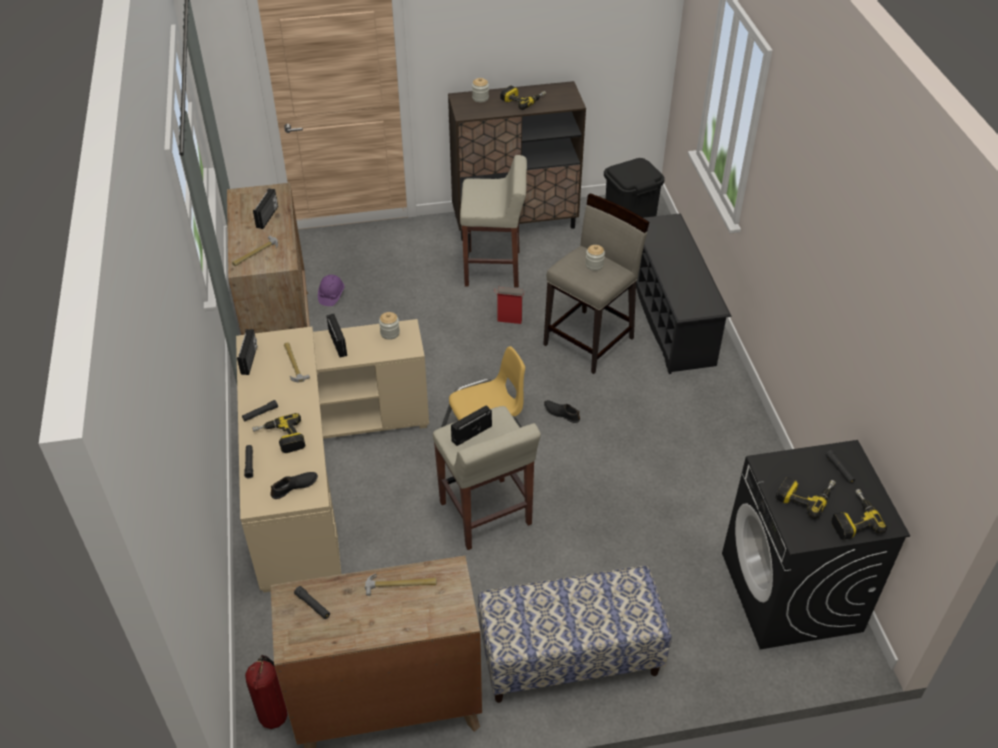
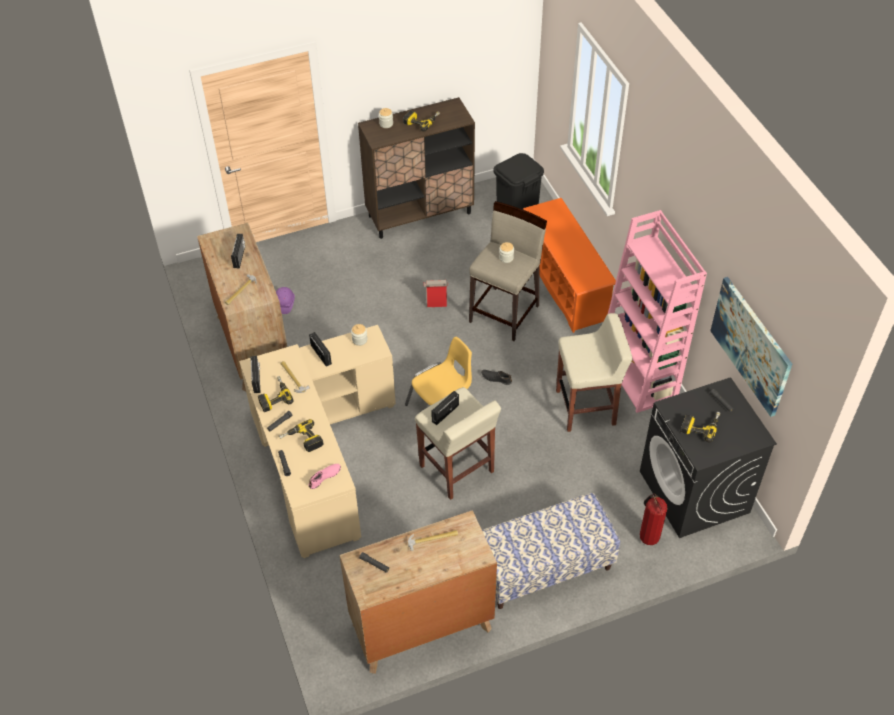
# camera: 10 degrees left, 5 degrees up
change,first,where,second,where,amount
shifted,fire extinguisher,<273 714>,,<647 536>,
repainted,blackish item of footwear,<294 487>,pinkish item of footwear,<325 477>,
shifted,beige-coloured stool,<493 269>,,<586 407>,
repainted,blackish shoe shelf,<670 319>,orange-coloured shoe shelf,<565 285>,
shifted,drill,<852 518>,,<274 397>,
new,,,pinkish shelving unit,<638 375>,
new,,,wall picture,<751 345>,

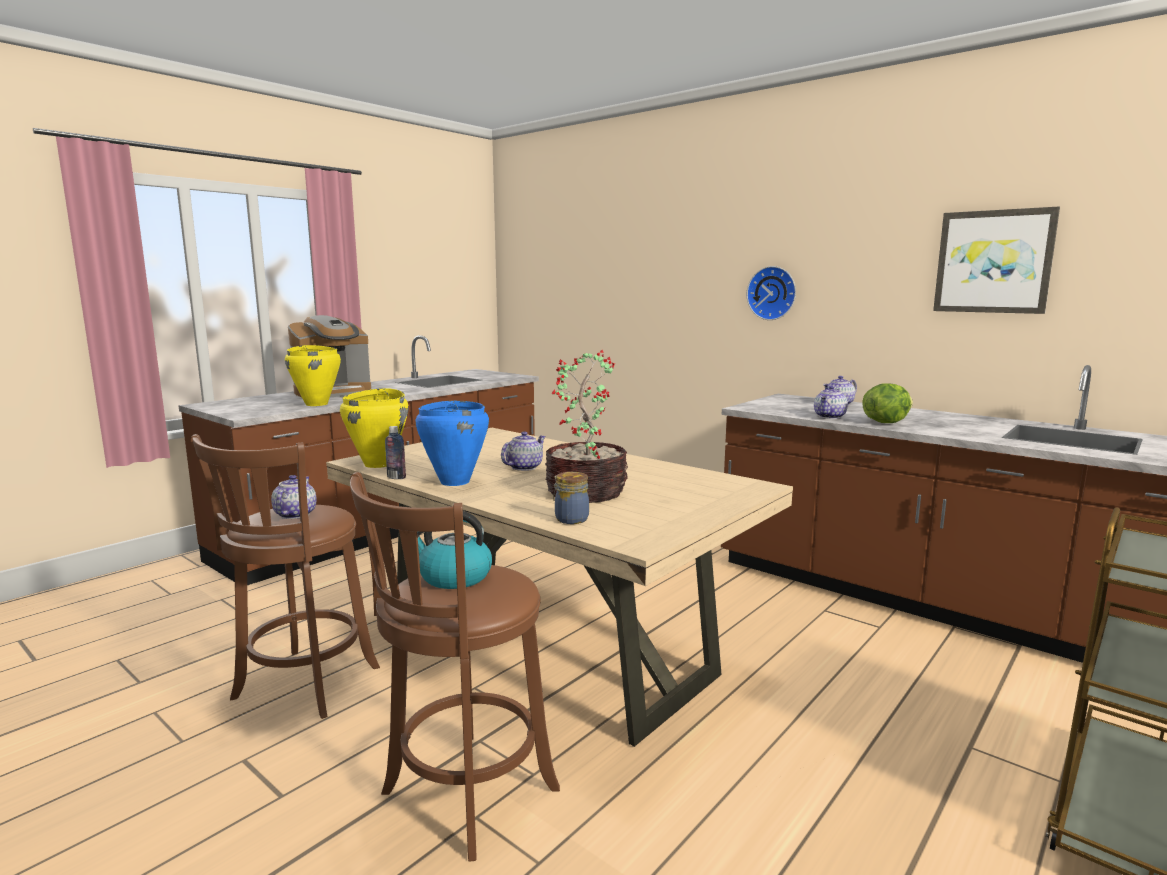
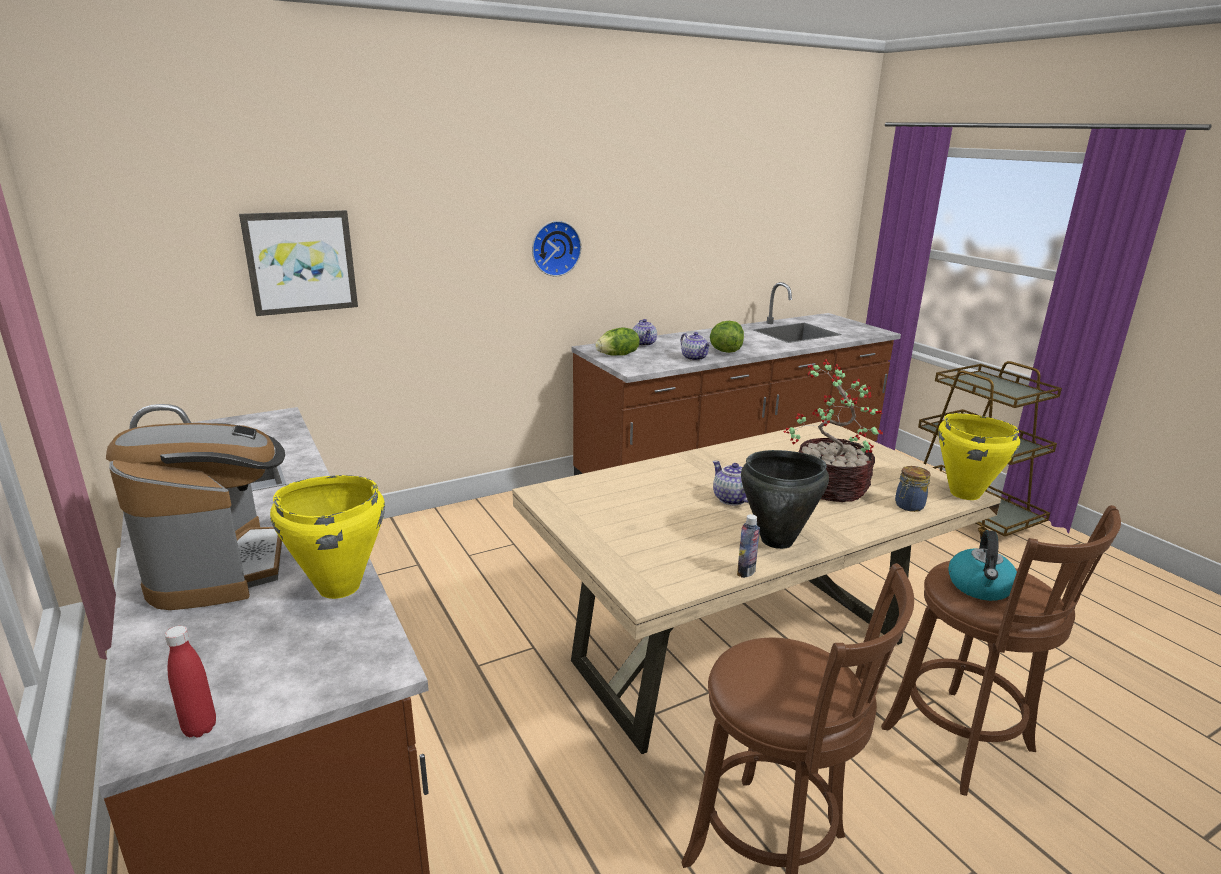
# camera: 70 degrees left, 10 degrees up
change,first,where,second,where,amount
gone,teapot,<294 514>,,,
shifted,yellow saucepot,<379 464>,,<964 493>,
repainted,blue saucepot,<454 482>,blackish saucepot,<777 541>,
shifted,wall picture,<993 262>,,<301 262>,
new,,,red-coloured beverage bottle,<200 728>,
new,,,lettuce,<618 355>,

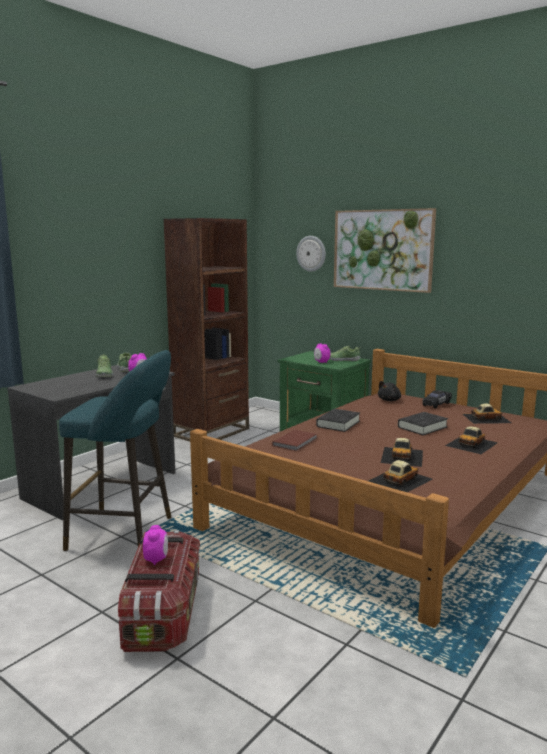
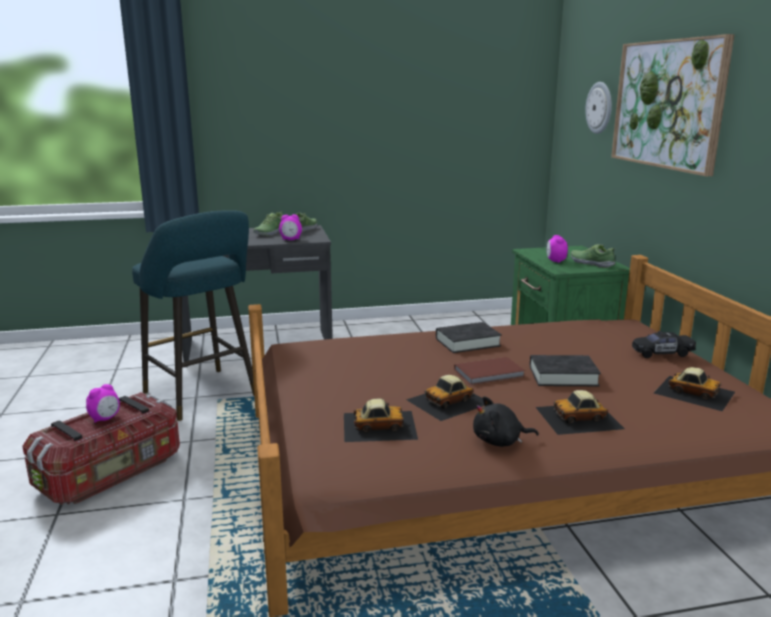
# camera: 40 degrees right, 5 degrees up
change,first,where,second,where,amount
gone,brown shelving unit,<211 432>,,,
shifted,brown bound book,<296 442>,,<490 374>,
shifted,blackish plush toy,<390 400>,,<500 441>,

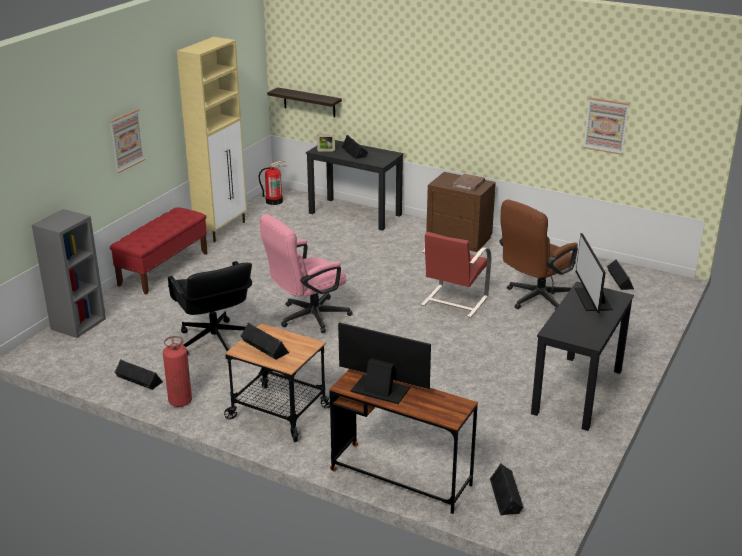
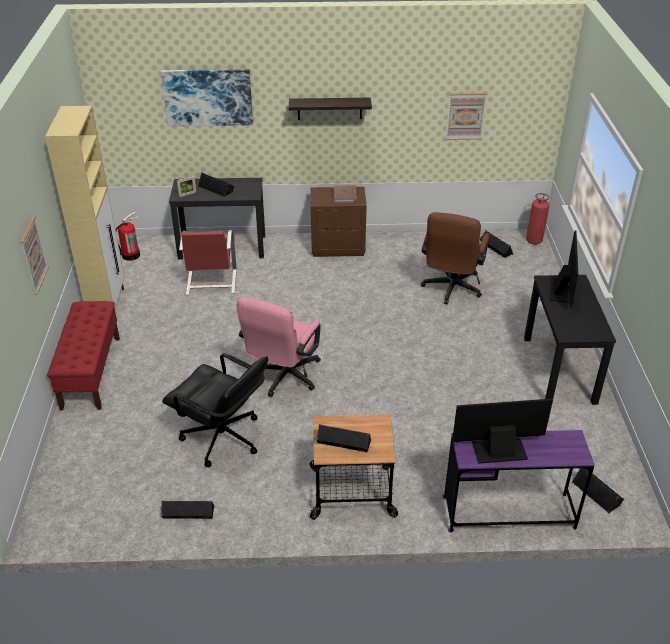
# camera: 30 degrees left, 10 degrees up
change,first,where,second,where,amount
gone,greyish shelving unit,<78 323>,,,
shifted,fire extinguisher,<180 401>,,<534 240>,
shifted,wall shelf,<309 102>,,<329 108>,
repainted,brown desk unit,<401 478>,purplish desk unit,<508 513>,
shifted,red-coloured chair,<453 301>,,<211 283>,
rotated,computer screen,<592 299>,,<562 290>,135 degrees counterclockwise
new,,,wall picture,<208 97>,

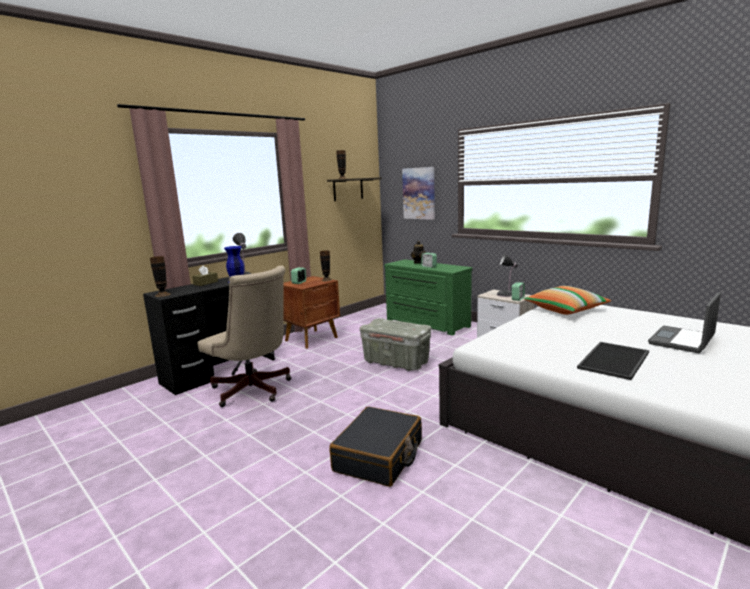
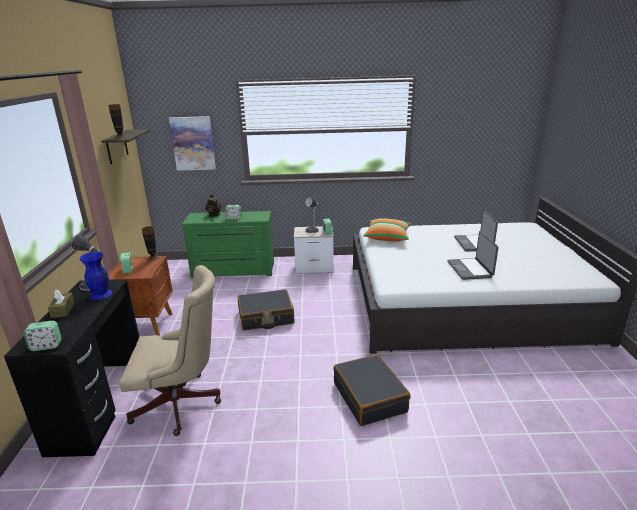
# camera: 45 degrees left, 10 degrees up
change,first,where,second,where,amount
swapped,vase,<163 294>,bedside clock,<46 346>,
swapped,greyish storage bin,<396 362>,blackish suitcase,<266 317>,
swapped,carrying tray,<615 361>,portable computer,<470 269>,

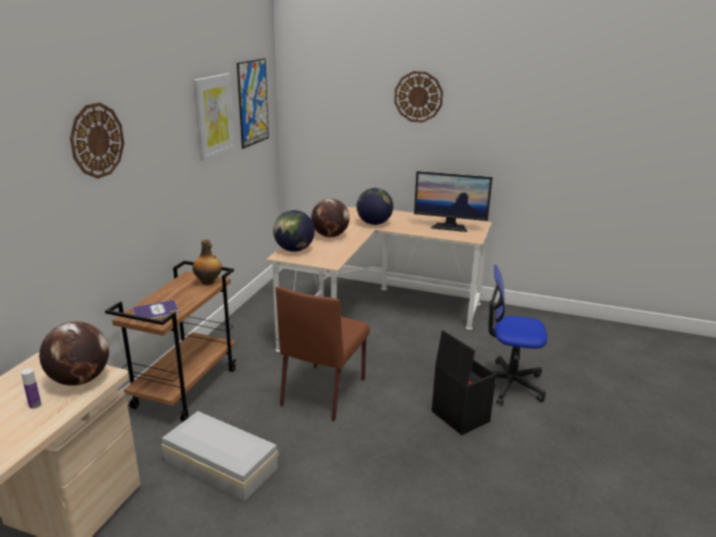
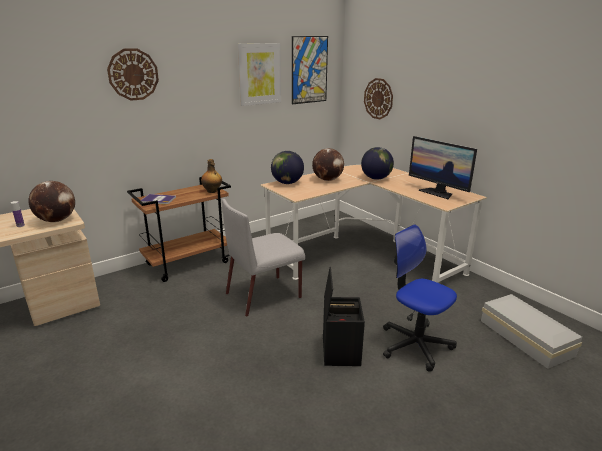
# camera: 35 degrees right, 0 degrees up
change,first,where,second,where,amount
shifted,whitish storage bin,<220 463>,,<525 336>,
repainted,brown chair,<324 391>,greyish chair,<264 295>,
shifted,clock on the wall,<418 97>,,<378 98>,

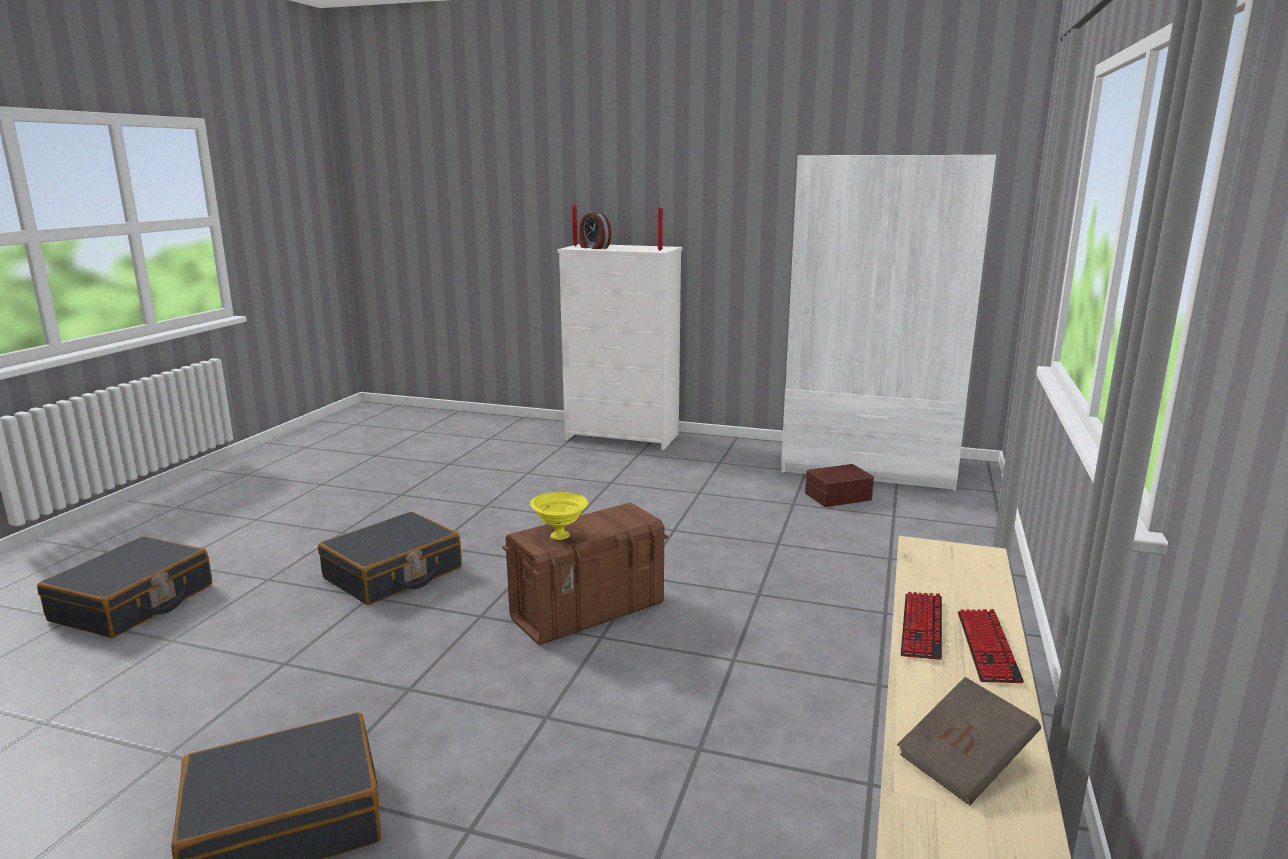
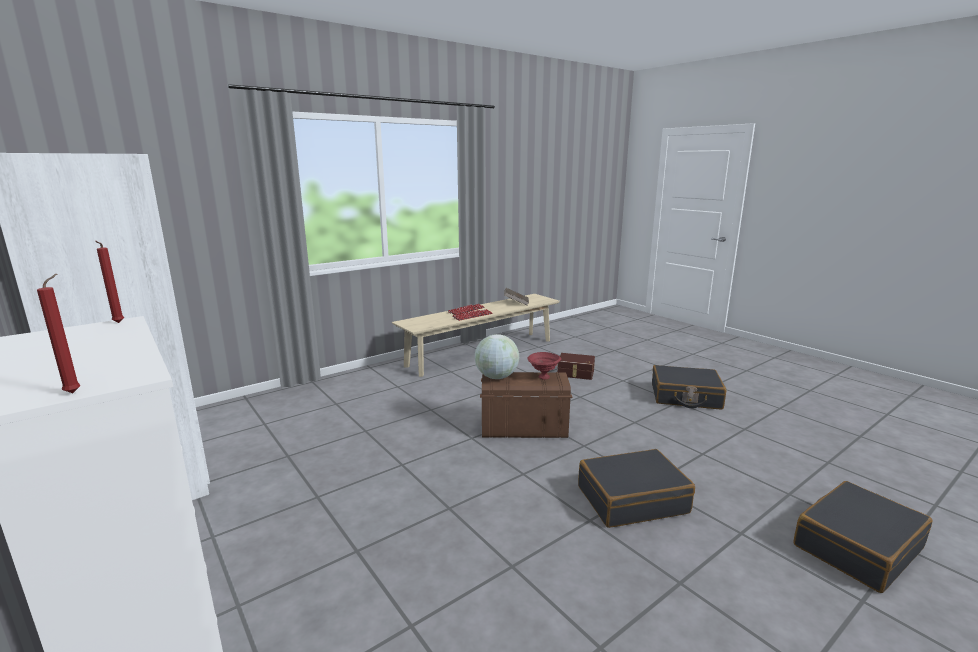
# camera: 145 degrees left, 0 degrees up
change,first,where,second,where,amount
repainted,yellow bowl,<560 535>,red-coloured bowl,<543 377>,
gone,bedside clock,<594 247>,,,
shifted,brown storage bin,<837 496>,,<575 373>,
new,,,world globe,<497 377>,

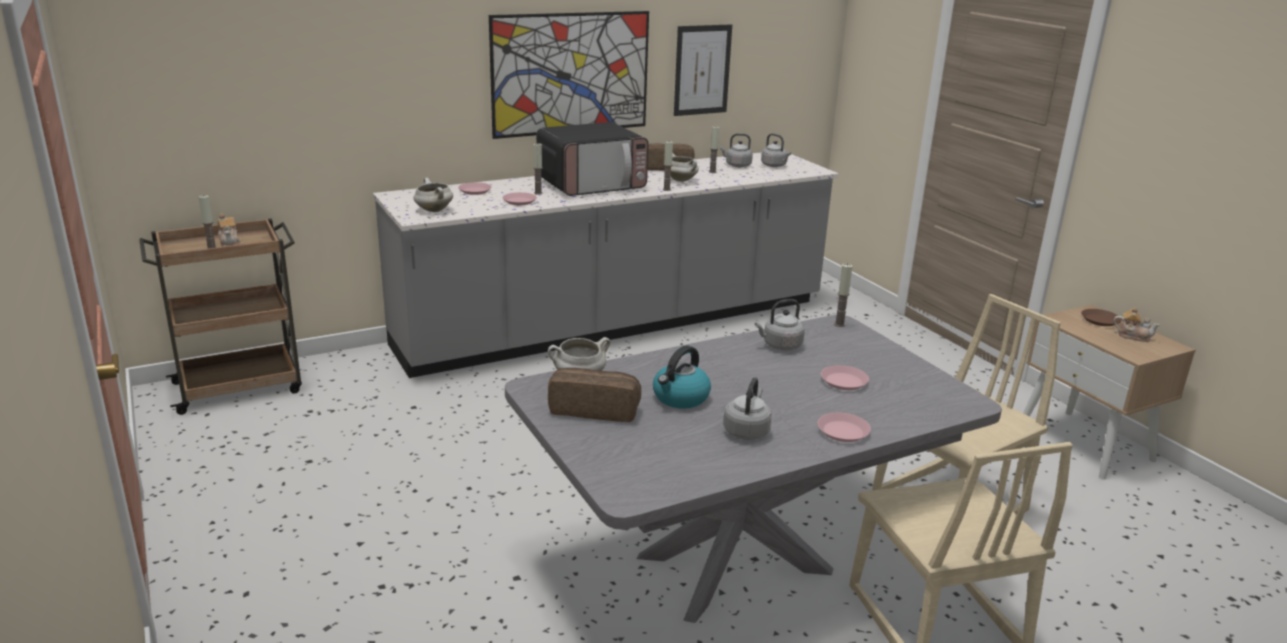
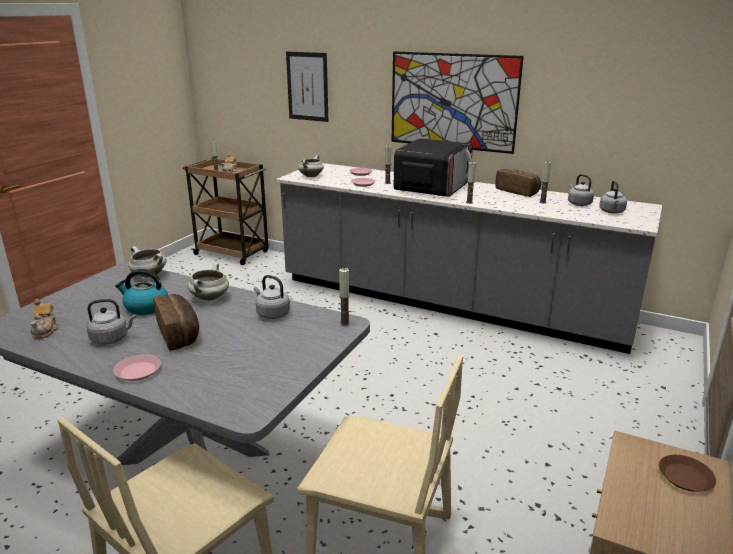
# camera: 55 degrees right, 0 degrees up
change,first,where,second,where,amount
rotated,microwave oven,<592 184>,,<433 187>,90 degrees counterclockwise
shifted,baked bread,<595 409>,,<180 333>,
shifted,whitish saucepot,<681 180>,,<210 298>,
shifted,wall picture,<702 70>,,<307 86>,
gone,pinkish plate,<843 382>,,,
shifted,teapot,<1133 336>,,<46 330>,

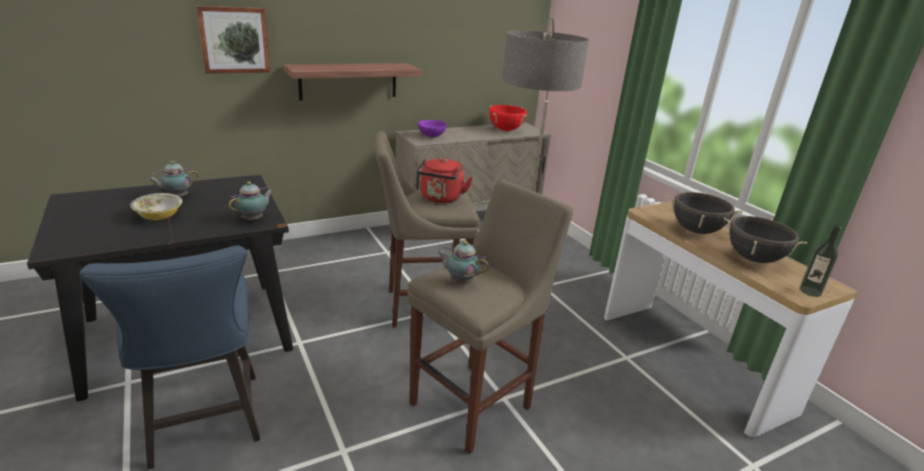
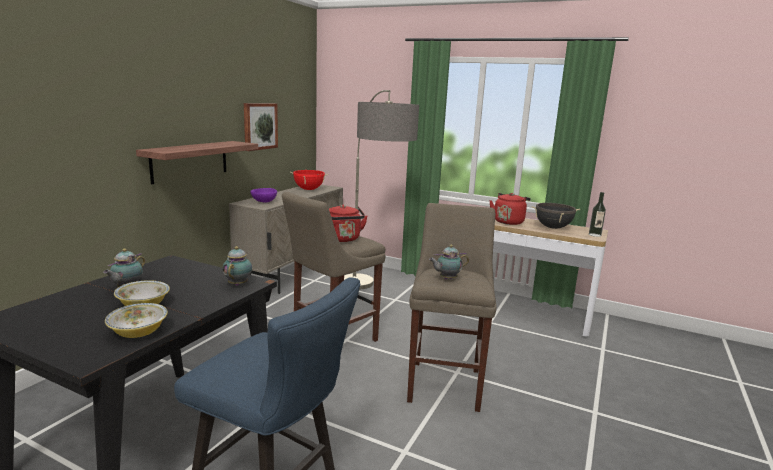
# camera: 35 degrees left, 10 degrees down
change,first,where,second,where,amount
shifted,wall picture,<234 40>,,<259 126>,
swapped,blackish saucepot,<696 231>,red-coloured tea kettle,<508 221>,
new,,,bowl,<138 332>,

